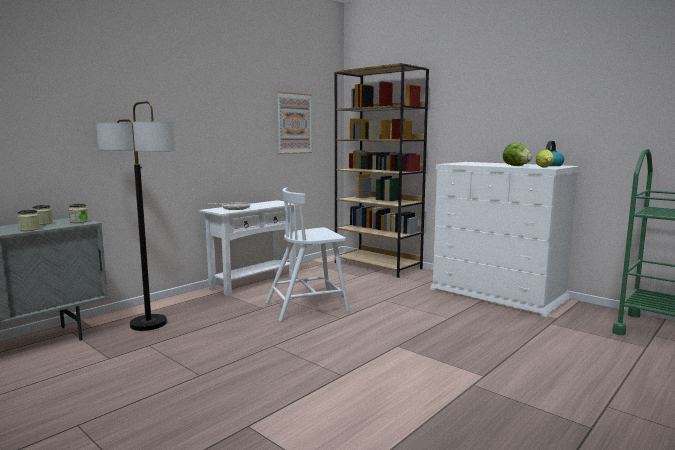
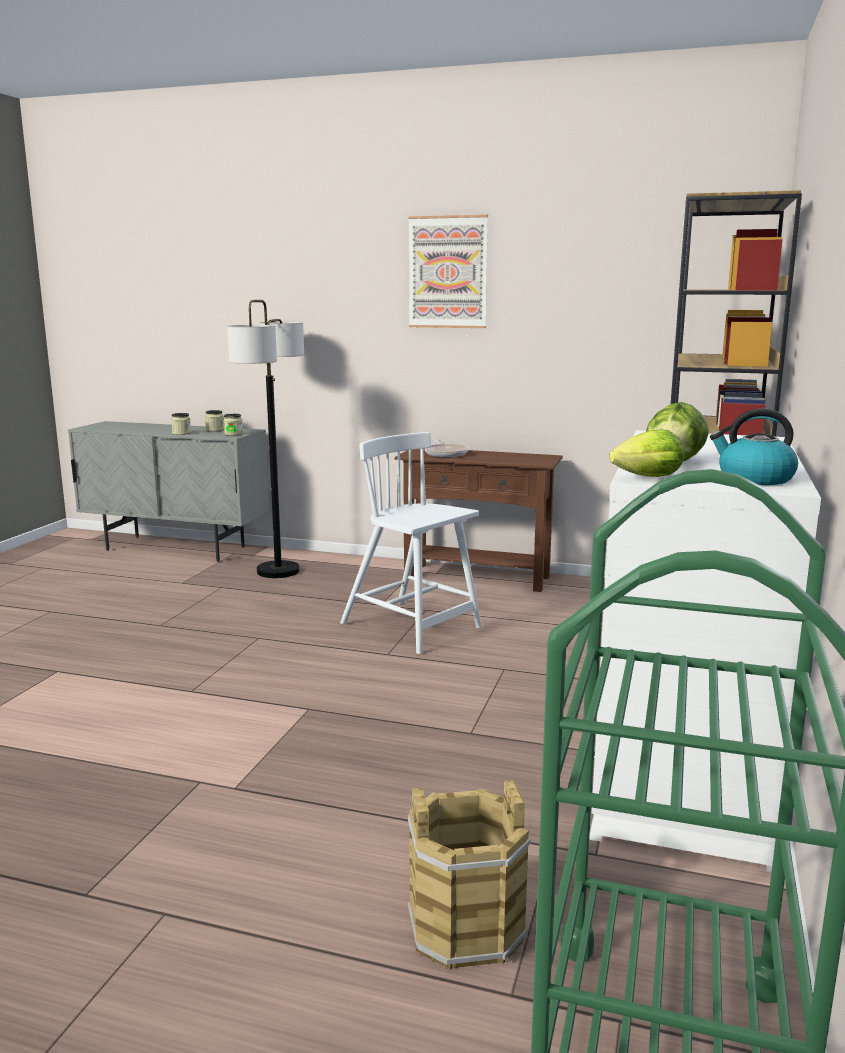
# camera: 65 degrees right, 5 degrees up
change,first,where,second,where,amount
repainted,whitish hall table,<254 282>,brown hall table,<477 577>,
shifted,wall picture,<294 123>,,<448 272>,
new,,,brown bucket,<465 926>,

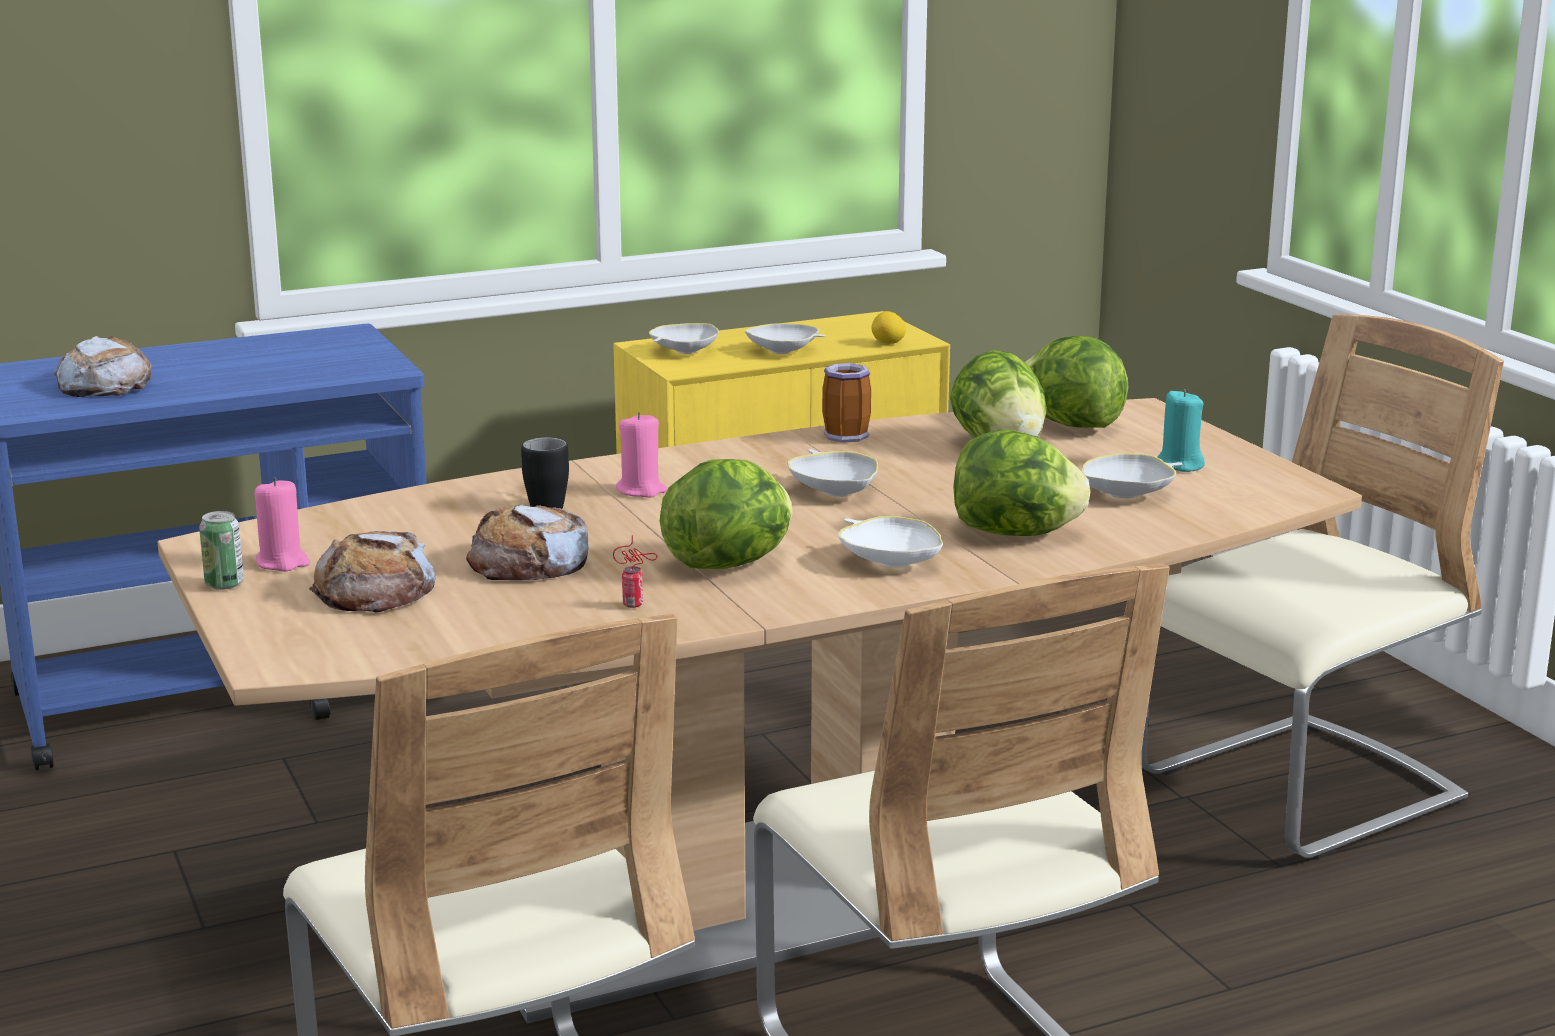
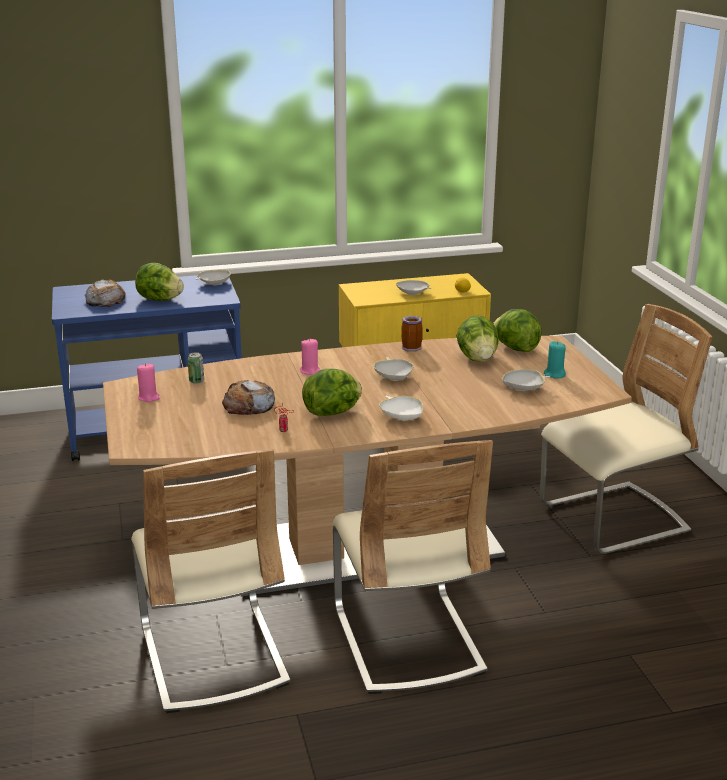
# camera: 10 degrees right, 5 degrees up
change,first,where,second,where,amount
shifted,can,<224 584>,,<196 381>,
gone,baked bread,<375 590>,,,
gone,blackish tea mug,<548 503>,,,
shifted,whitish bowl,<684 352>,,<213 284>,
shifted,lettuce,<1016 533>,,<160 300>,

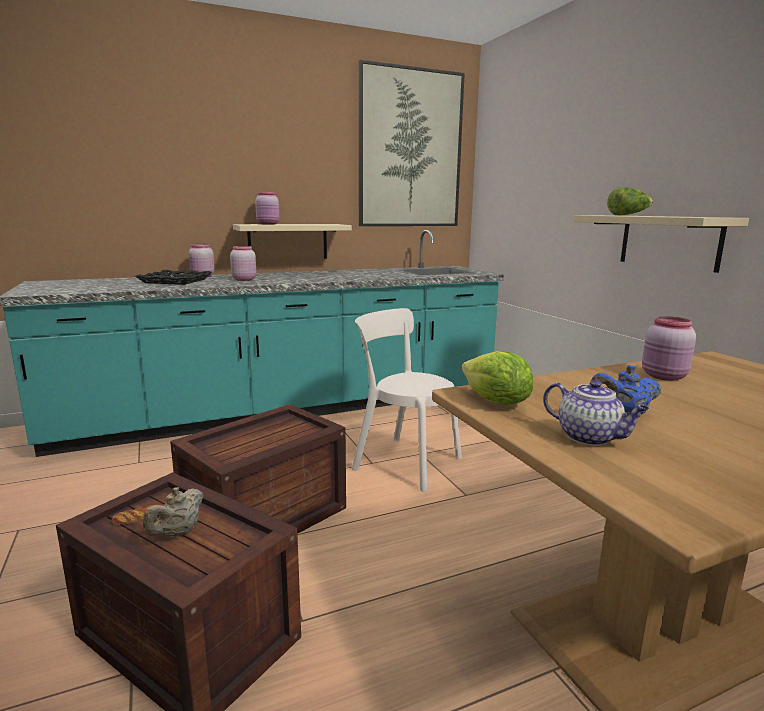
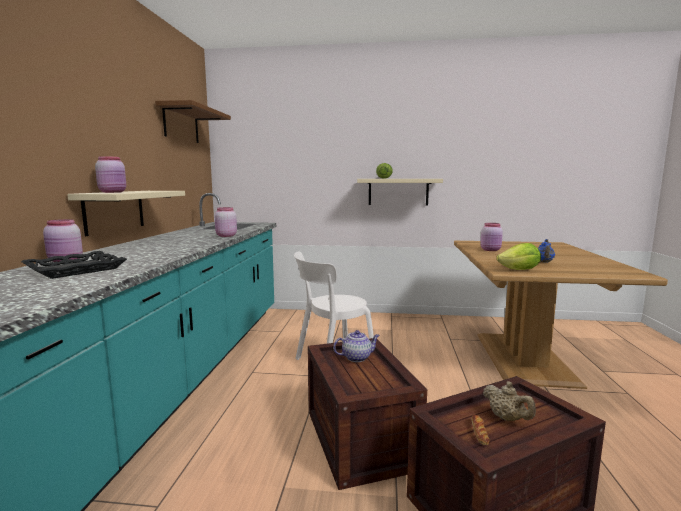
# camera: 60 degrees left, 5 degrees down
change,first,where,second,where,amount
shifted,pinkish storage jar,<243 279>,,<225 236>,
swapped,wall picture,<410 149>,brown wall shelf,<181 124>,
shifted,teapot,<590 437>,,<357 357>,

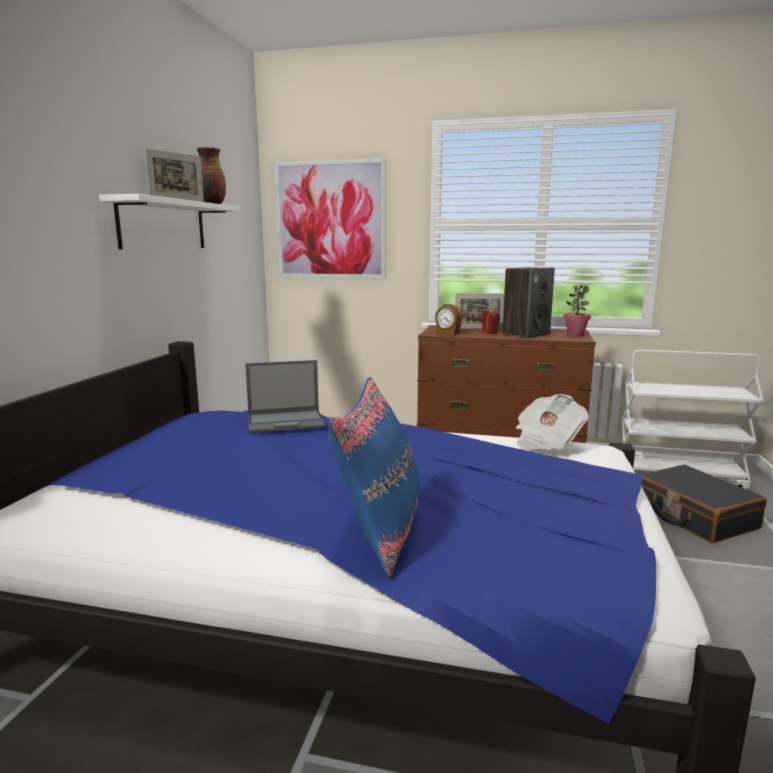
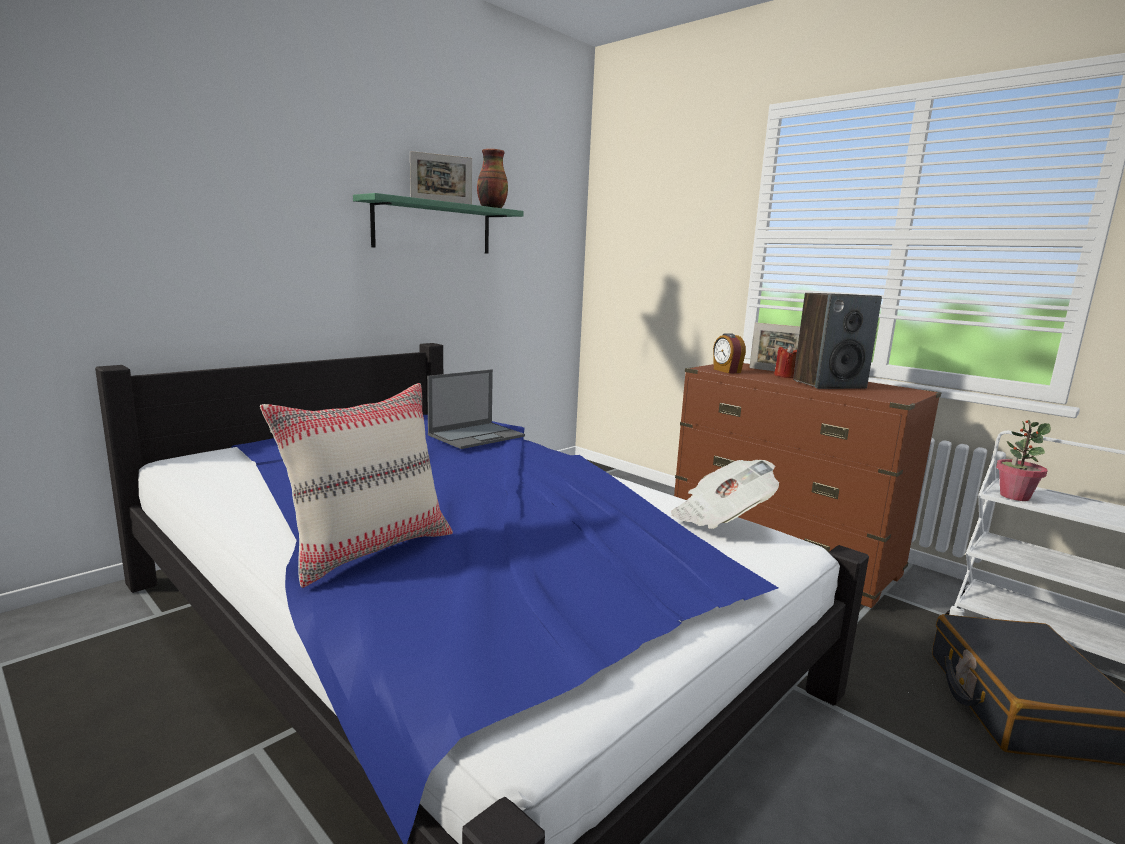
# camera: 30 degrees right, 0 degrees up
change,first,where,second,where,amount
repainted,whitish wall shelf,<163 225>,green wall shelf,<433 227>,
rotated,portable computer,<286 421>,,<477 435>,60 degrees counterclockwise
gone,wall picture,<330 220>,,,
repainted,blue cushion,<379 532>,beige-coloured cushion,<369 549>,
shifted,plant in a pot,<575 335>,,<1014 496>,

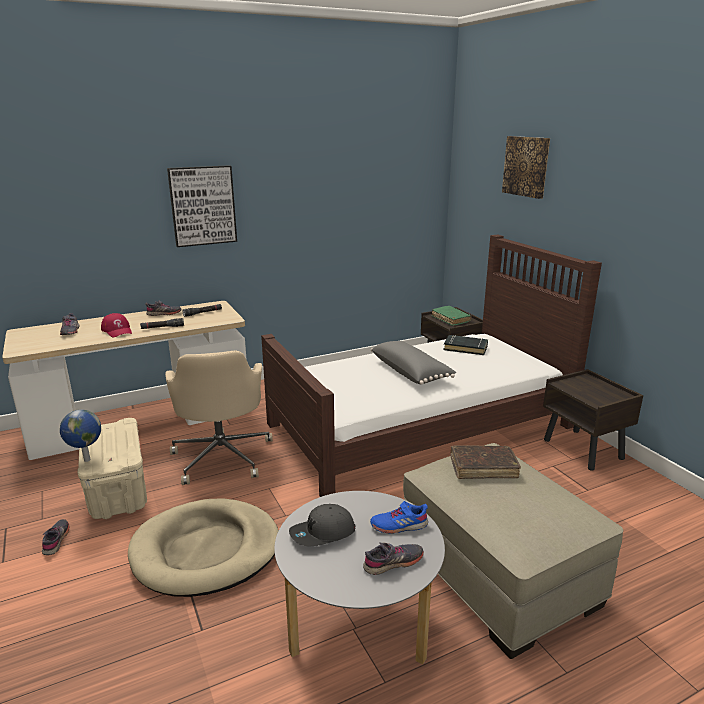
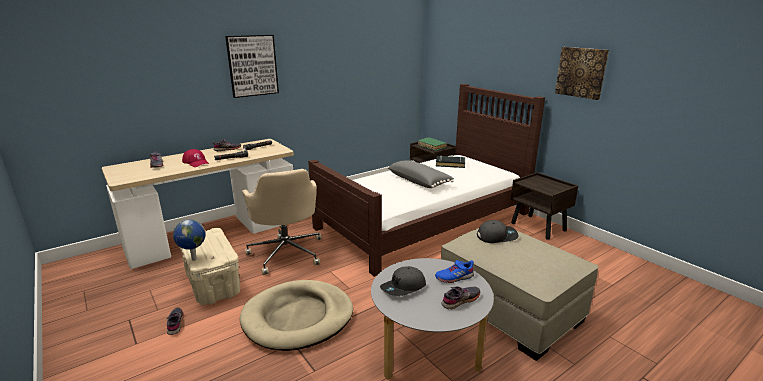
# camera: 10 degrees left, 0 degrees up
change,first,where,second,where,amount
swapped,brown bound book,<483 468>,greyish baseball cap,<497 236>,
shifted,wall picture,<526 166>,,<581 72>,

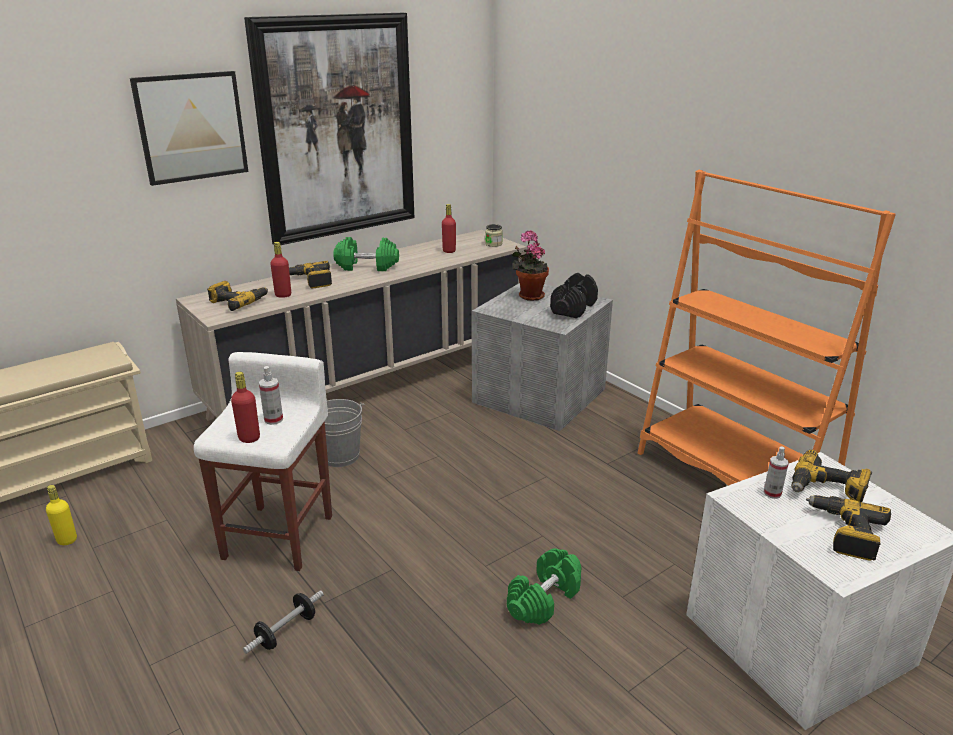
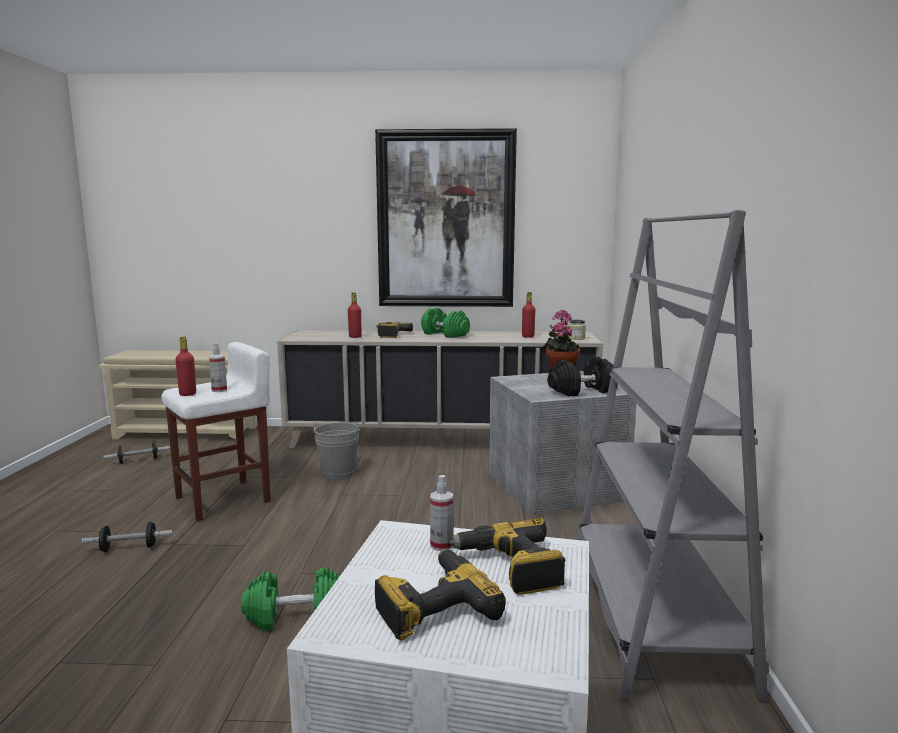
# camera: 40 degrees right, 15 degrees down
change,first,where,second,where,amount
swapped,yellow beverage bottle,<67 540>,hand weight,<138 461>,
gone,wall picture,<191 127>,,,
gone,drill,<238 302>,,,
repainted,orange-coloured shelving unit,<733 477>,greyish shelving unit,<652 616>,

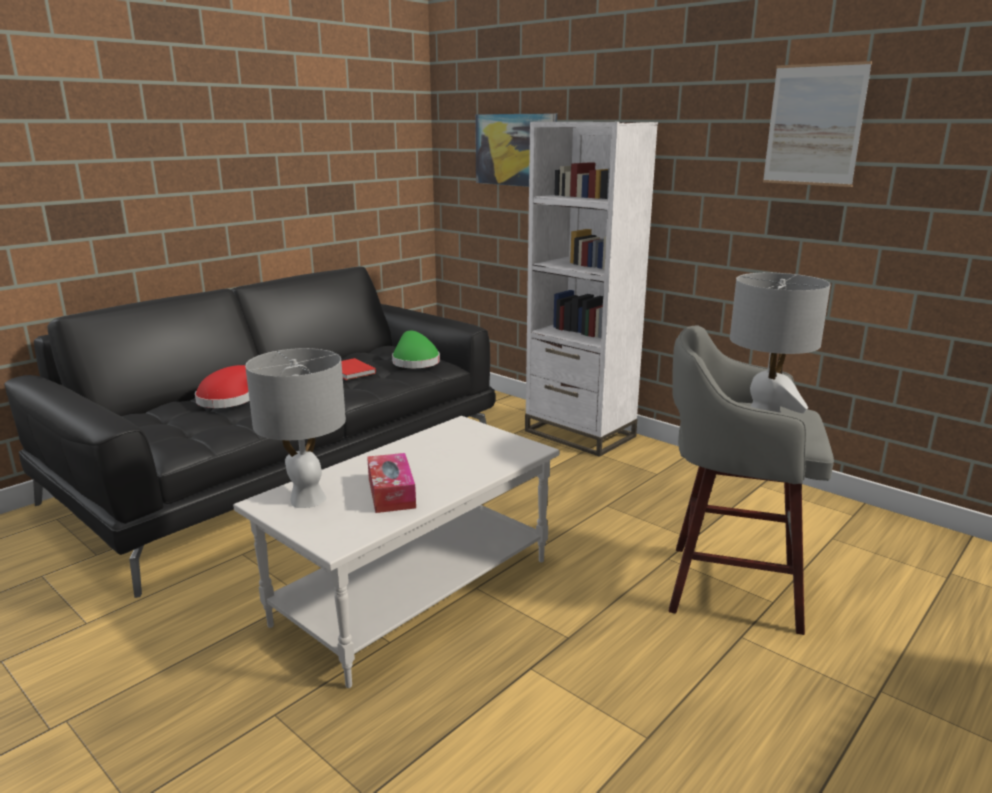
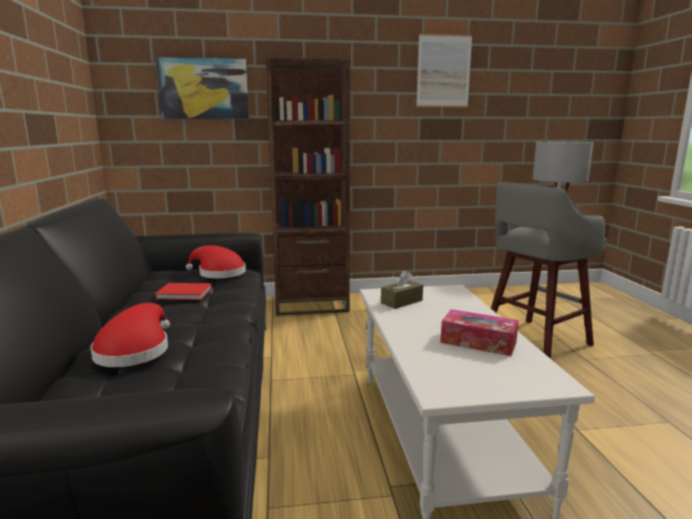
# camera: 50 degrees left, 5 degrees down
change,first,where,second,where,amount
gone,greyish table lamp,<307 499>,,,
repainted,green hat,<414 361>,red-coloured hat,<219 273>,
repainted,whitish shelving unit,<579 434>,brown shelving unit,<311 305>,
new,,,brown box of tissues,<401 302>,

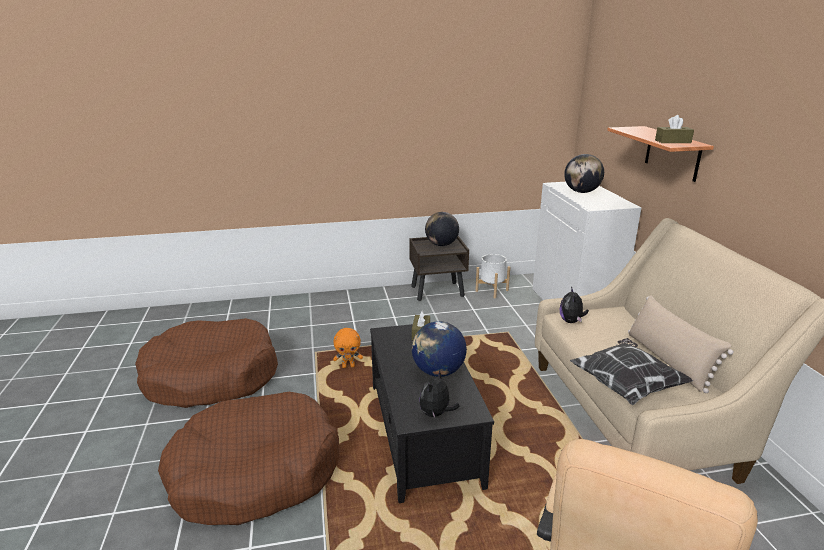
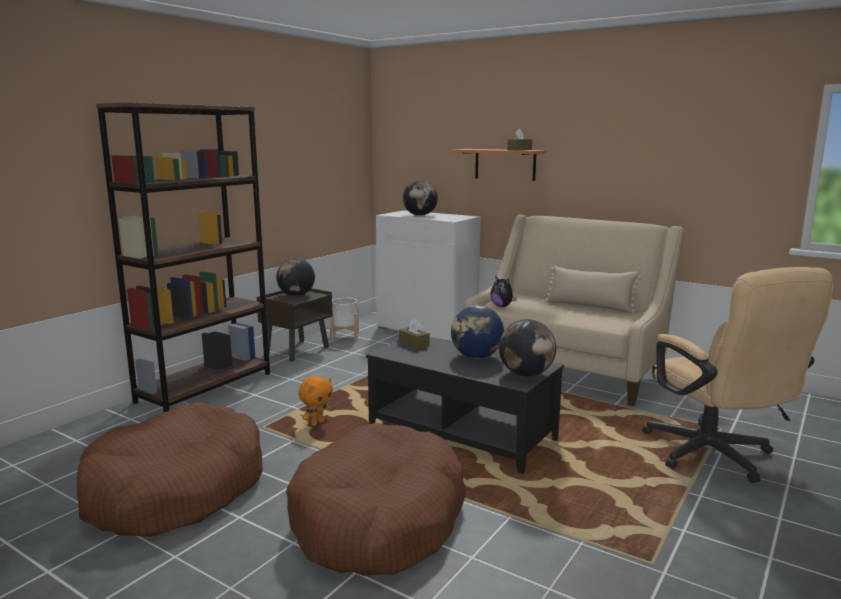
# camera: 45 degrees left, 10 degrees down
change,first,where,second,where,amount
swapped,plush toy,<436 414>,world globe,<526 374>,
gone,cushion,<626 385>,,,
new,,,brown shelving unit,<205 387>,

